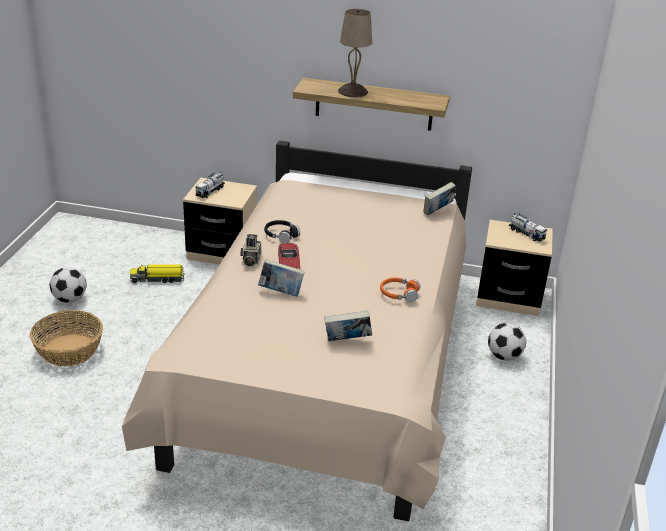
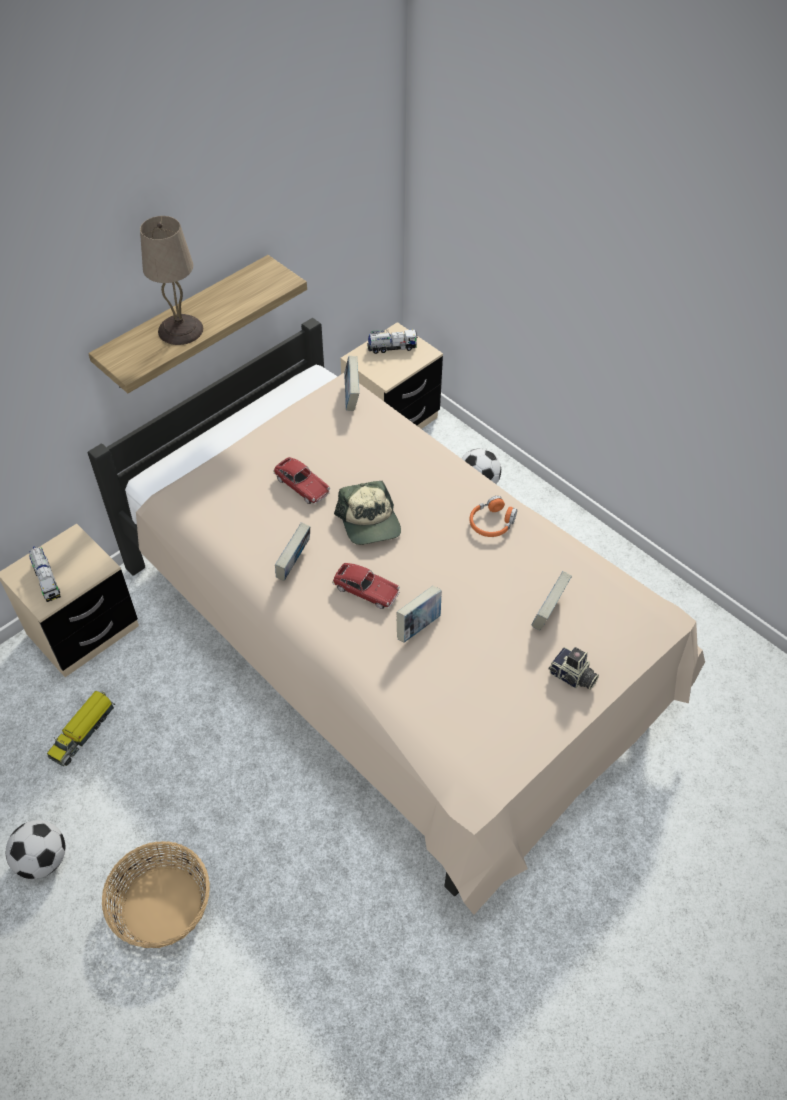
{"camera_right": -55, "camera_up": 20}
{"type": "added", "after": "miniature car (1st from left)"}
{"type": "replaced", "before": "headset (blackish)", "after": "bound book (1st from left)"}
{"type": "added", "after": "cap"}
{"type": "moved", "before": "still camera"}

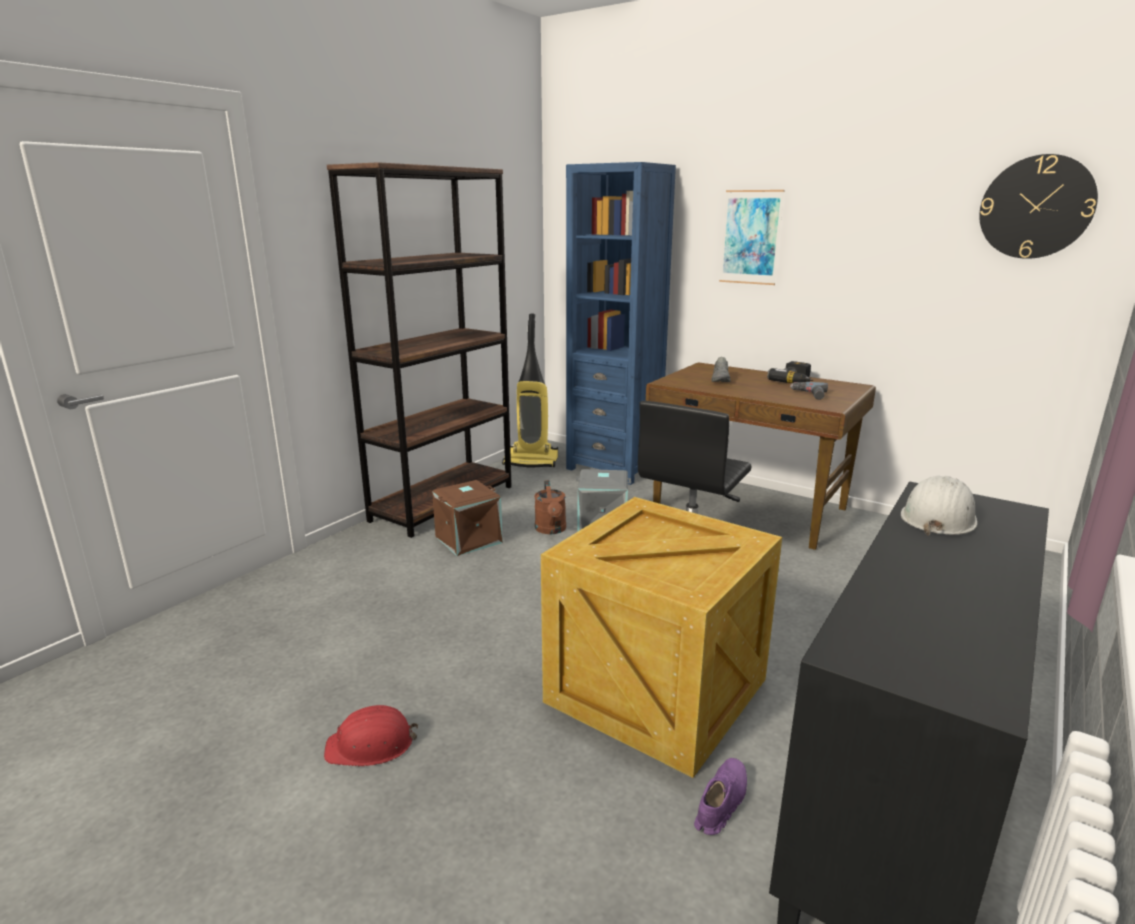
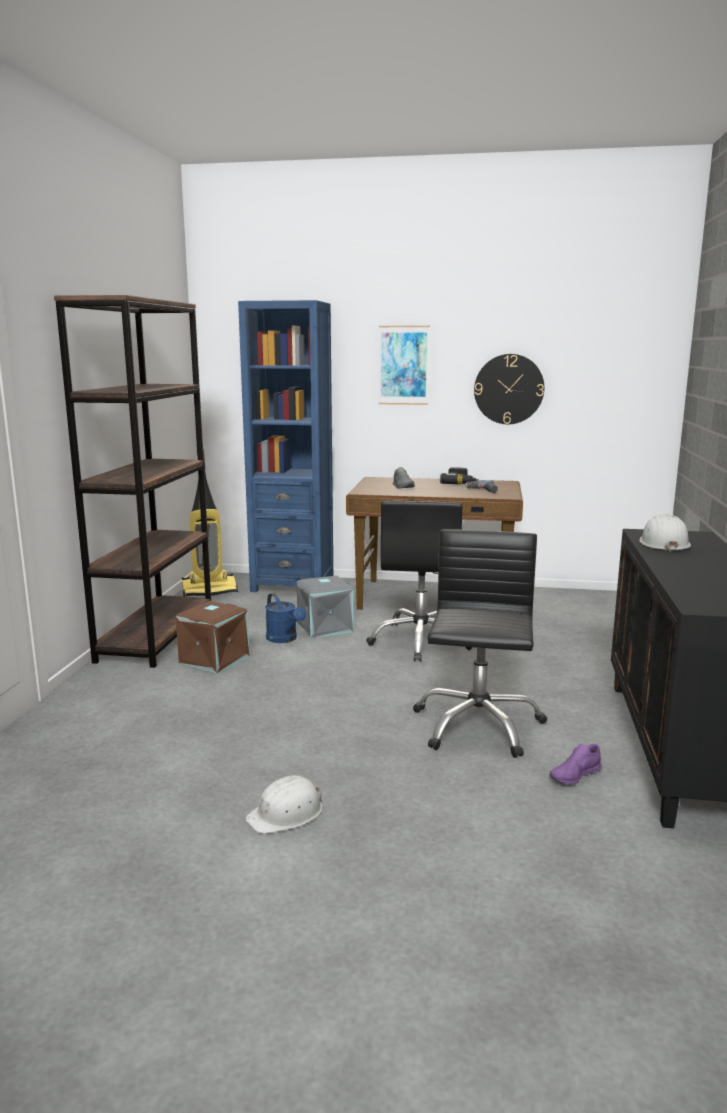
{"camera_right": -25, "camera_up": -5}
{"type": "recoloured", "before": "safety helmet (reddish)", "after": "safety helmet (white) (1st from left)"}
{"type": "recoloured", "before": "watering pot (brown-coloured)", "after": "watering pot (blue-coloured)"}
{"type": "replaced", "before": "packing crate", "after": "office chair (blackish) (2nd from left)"}
{"type": "moved", "before": "hanging clock"}
{"type": "turned", "before": "low shoe (purple)", "turn": -135}

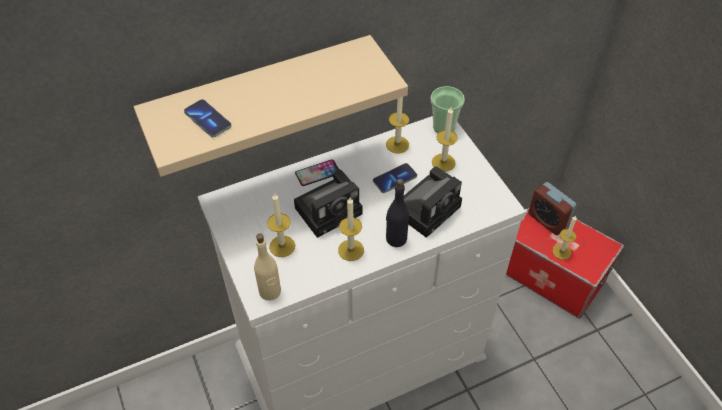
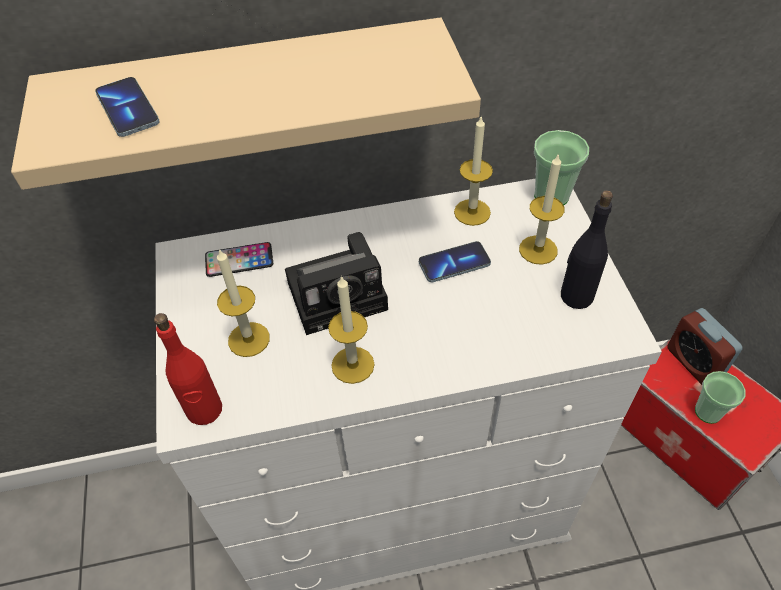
{"camera_right": 15, "camera_up": 0}
{"type": "recoloured", "before": "drink bottle (beige)", "after": "drink bottle (reddish)"}
{"type": "moved", "before": "handset (2nd from left)"}
{"type": "moved", "before": "drink bottle (blackish)"}
{"type": "replaced", "before": "wax light (5th from left)", "after": "drinking cup (2nd from left)"}
{"type": "removed", "before": "still camera (2nd from left)"}

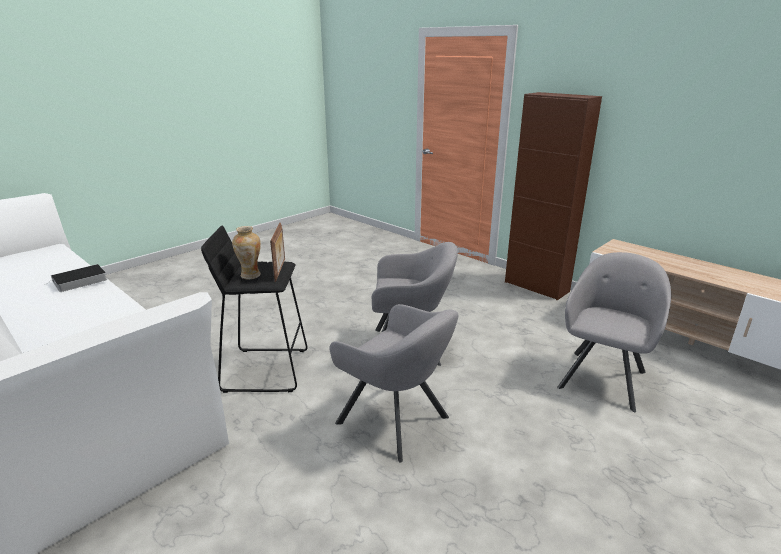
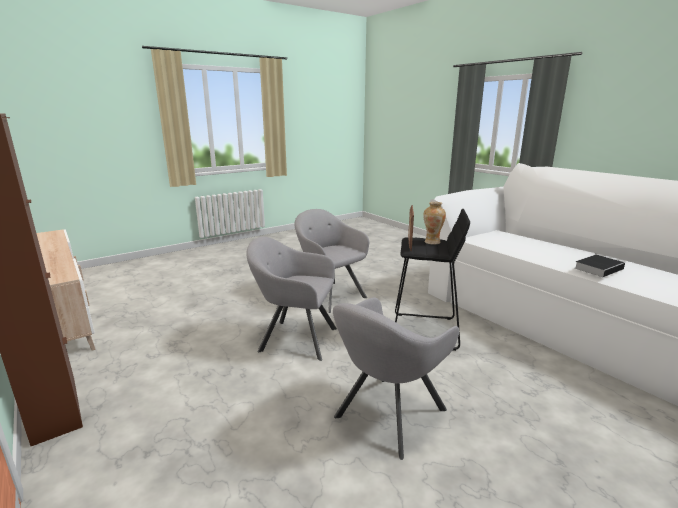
{"camera_right": -170, "camera_up": -5}
{"type": "moved", "before": "easy chair (grey) (3rd from left)"}

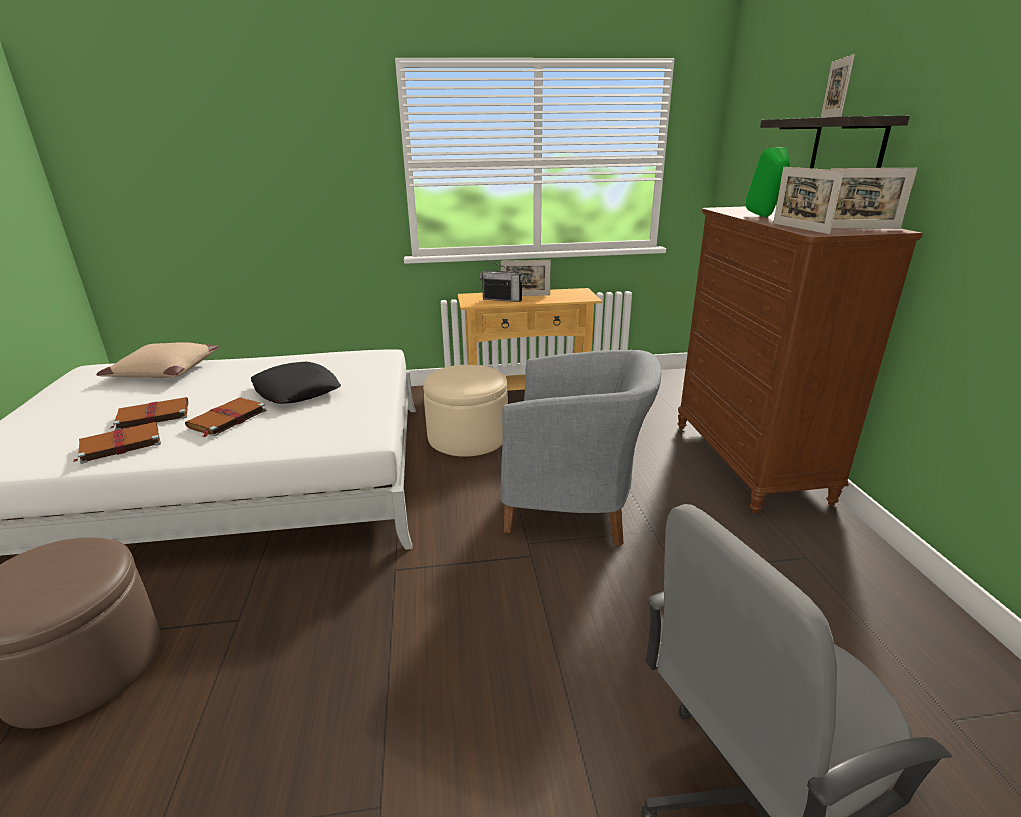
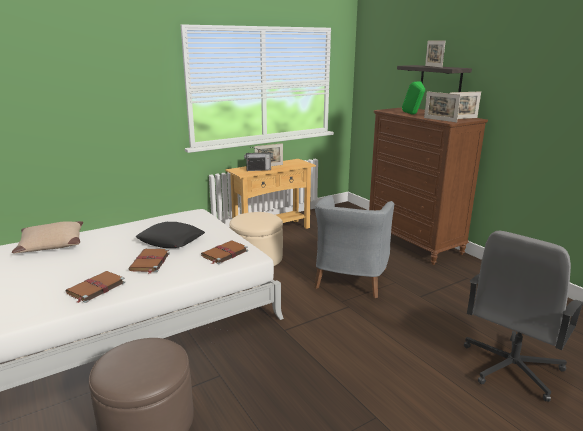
{"camera_right": -25, "camera_up": -5}
{"type": "moved", "before": "bound book (brown-coloured) (2nd from left in the first image)", "after": "bound book (brown-coloured) (3rd from left)"}
{"type": "turned", "before": "easy chair (grey)", "turn": 120}

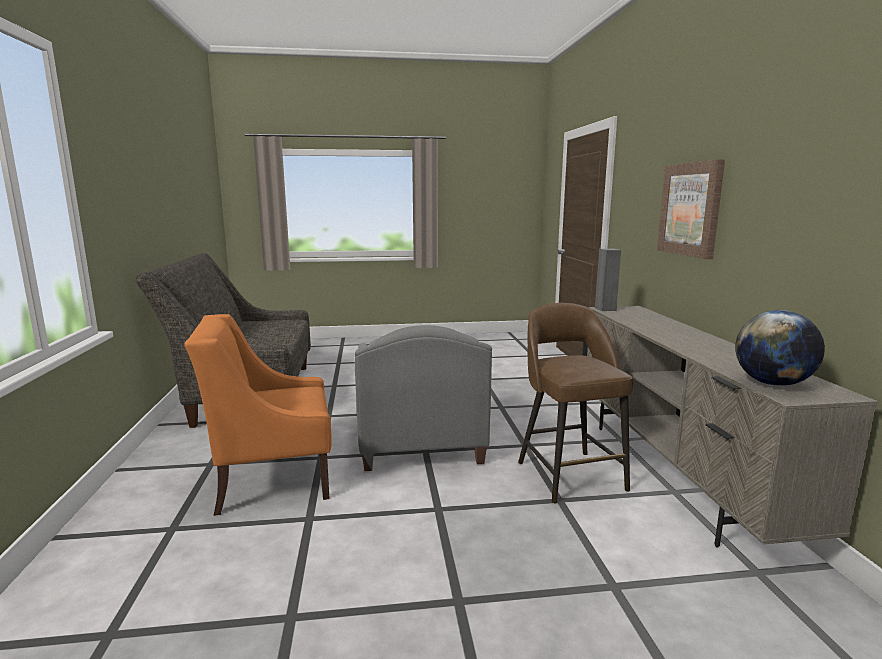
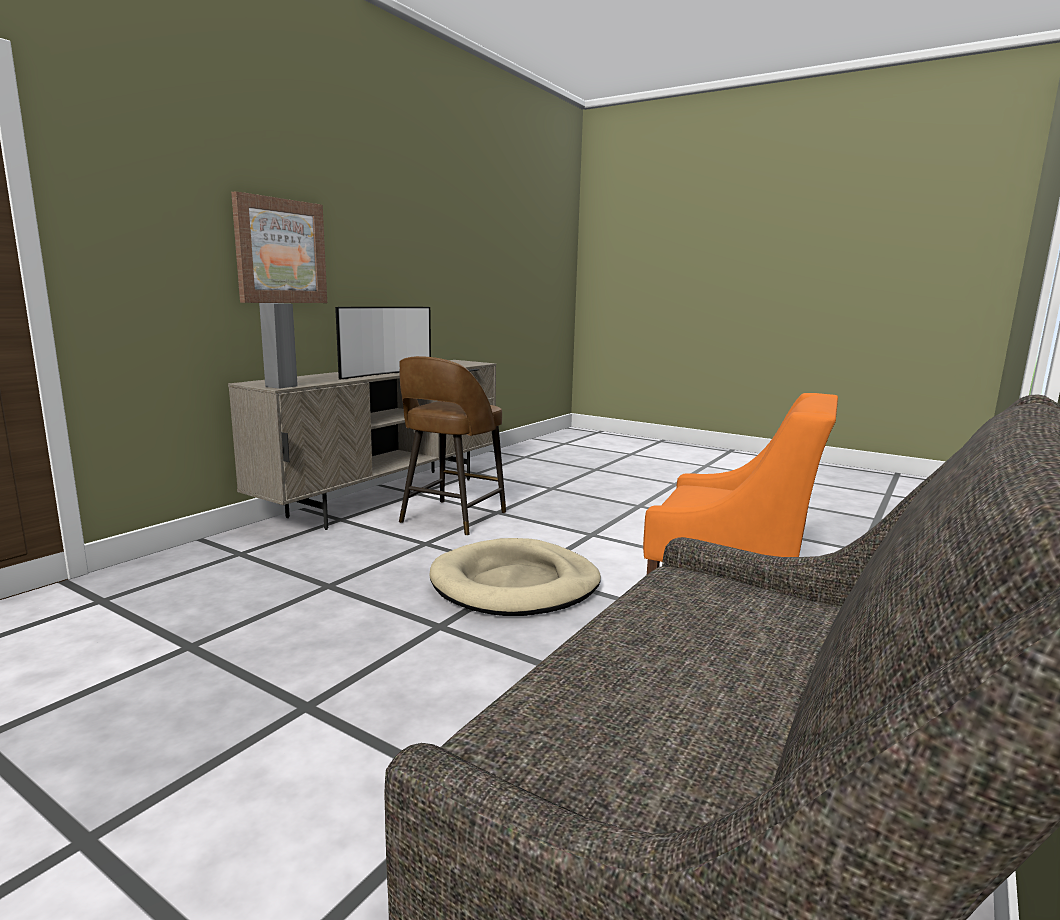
{"camera_right": -140, "camera_up": 0}
{"type": "added", "after": "TV set"}
{"type": "replaced", "before": "easy chair (grey)", "after": "pet bed (beige)"}
{"type": "removed", "before": "desk globe"}

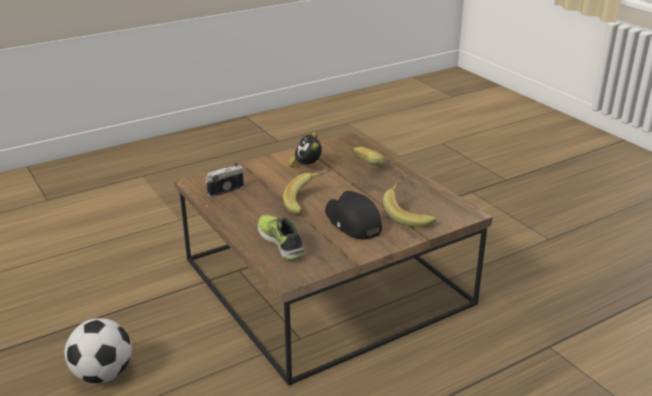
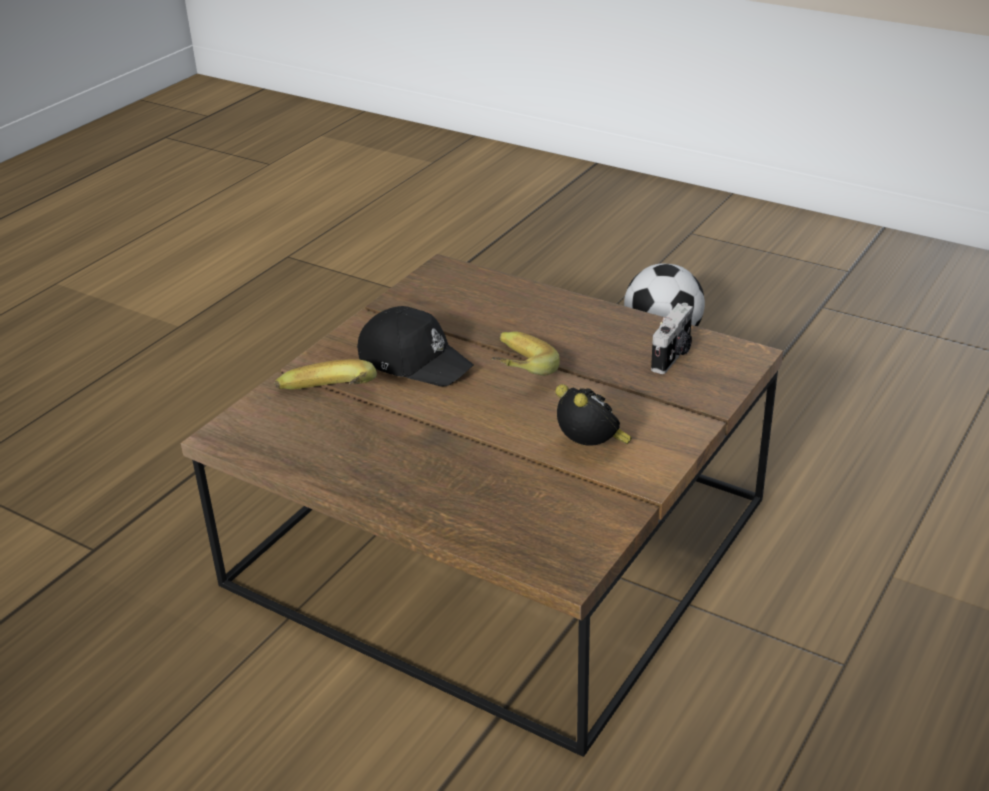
{"camera_right": 155, "camera_up": 5}
{"type": "removed", "before": "low shoe"}
{"type": "removed", "before": "banana fruit (2nd from left)"}

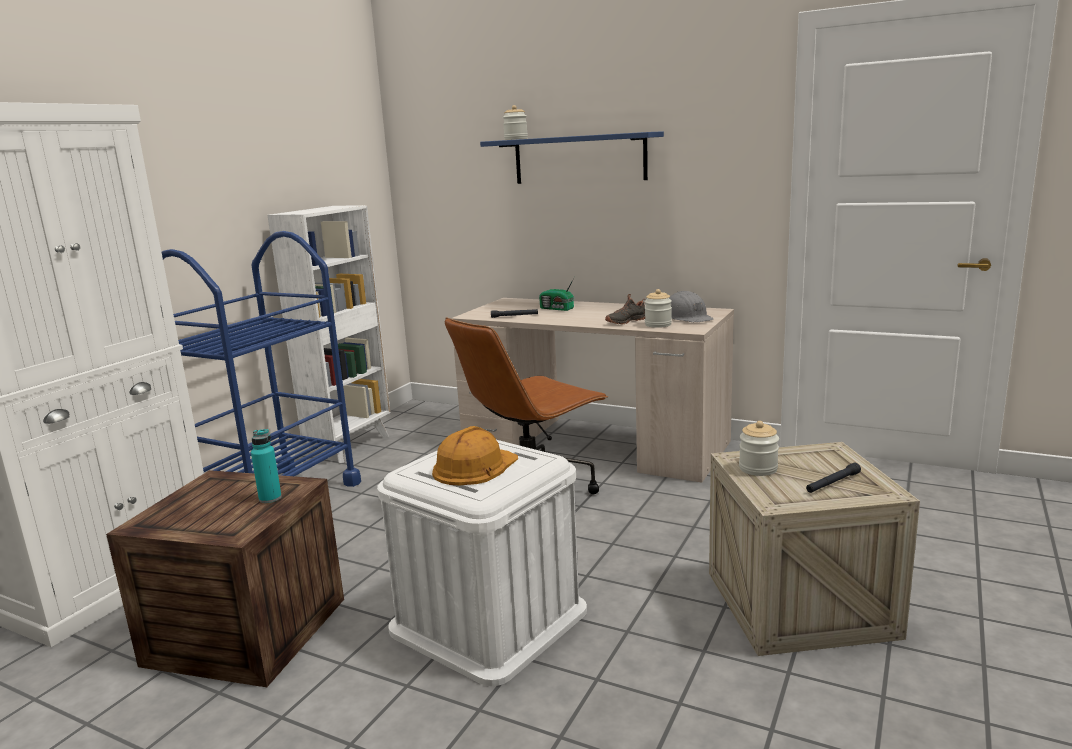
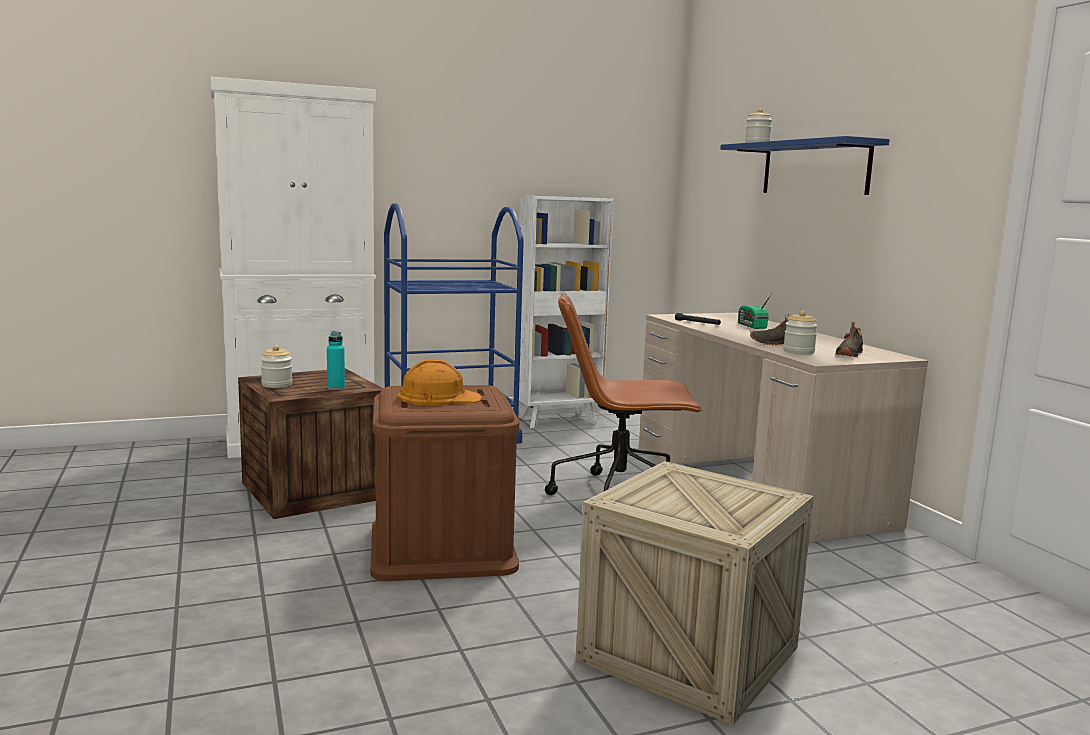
{"camera_right": 40, "camera_up": -5}
{"type": "moved", "before": "preserve jar (3rd from left in the first image)", "after": "preserve jar (1st from left)"}
{"type": "recoloured", "before": "storage container (white)", "after": "storage container (brown-coloured)"}
{"type": "replaced", "before": "safety helmet (grey)", "after": "low shoe (blackish) (2nd from left)"}
{"type": "removed", "before": "hand torch (blackish) (2nd from left)"}

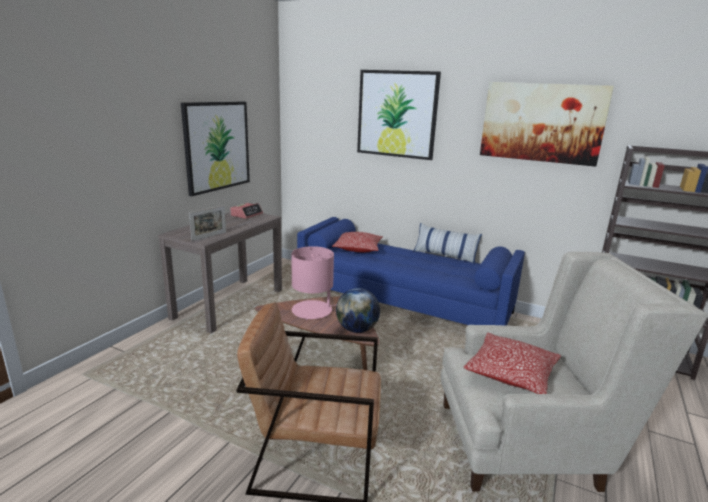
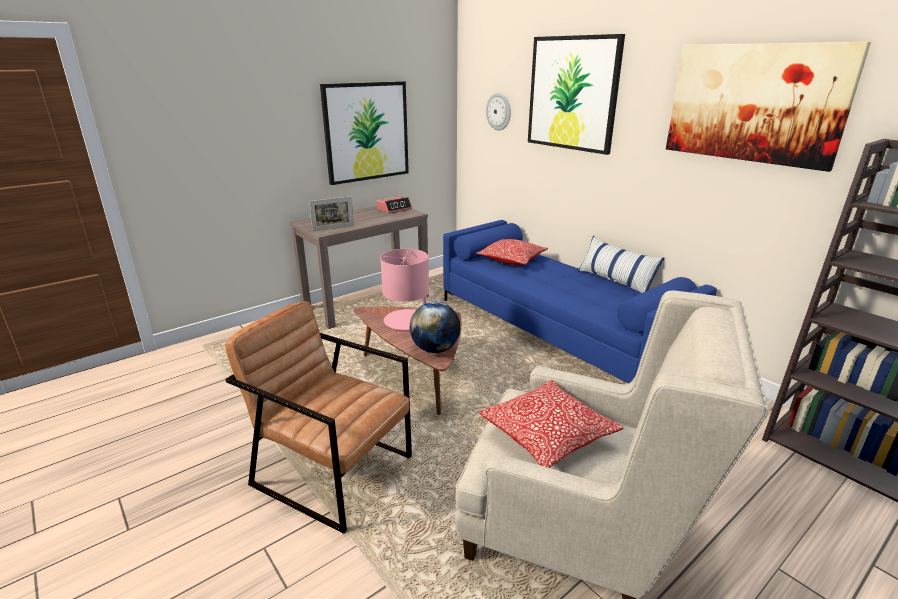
{"camera_right": 25, "camera_up": 5}
{"type": "added", "after": "hanging clock"}

